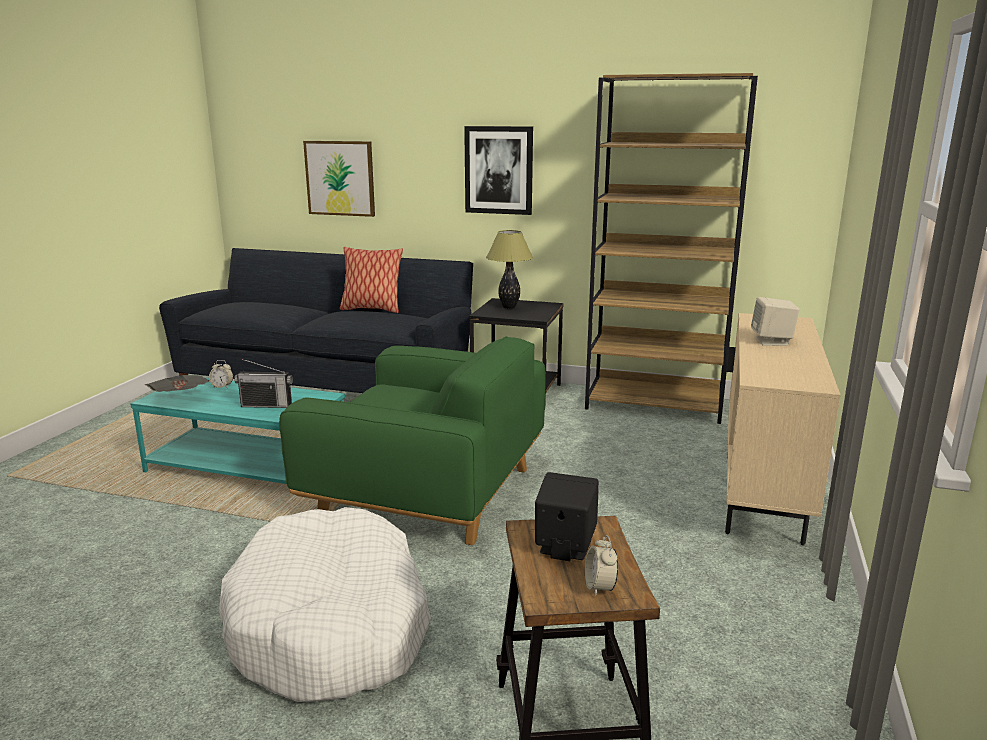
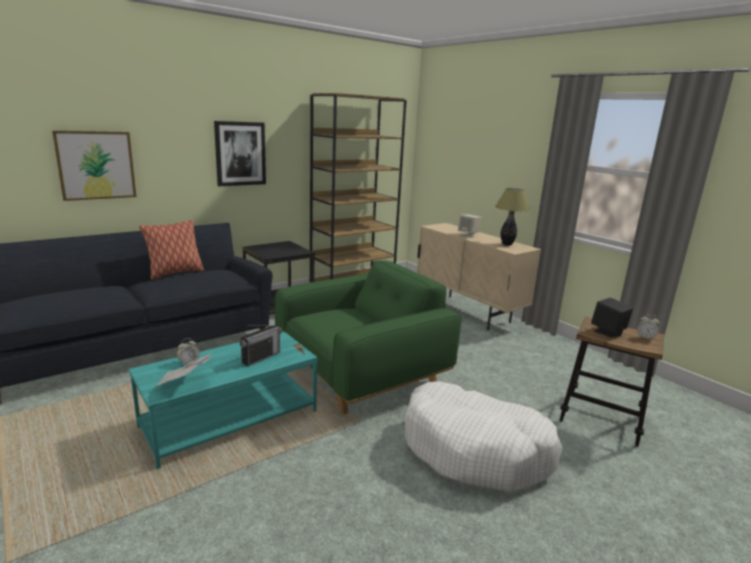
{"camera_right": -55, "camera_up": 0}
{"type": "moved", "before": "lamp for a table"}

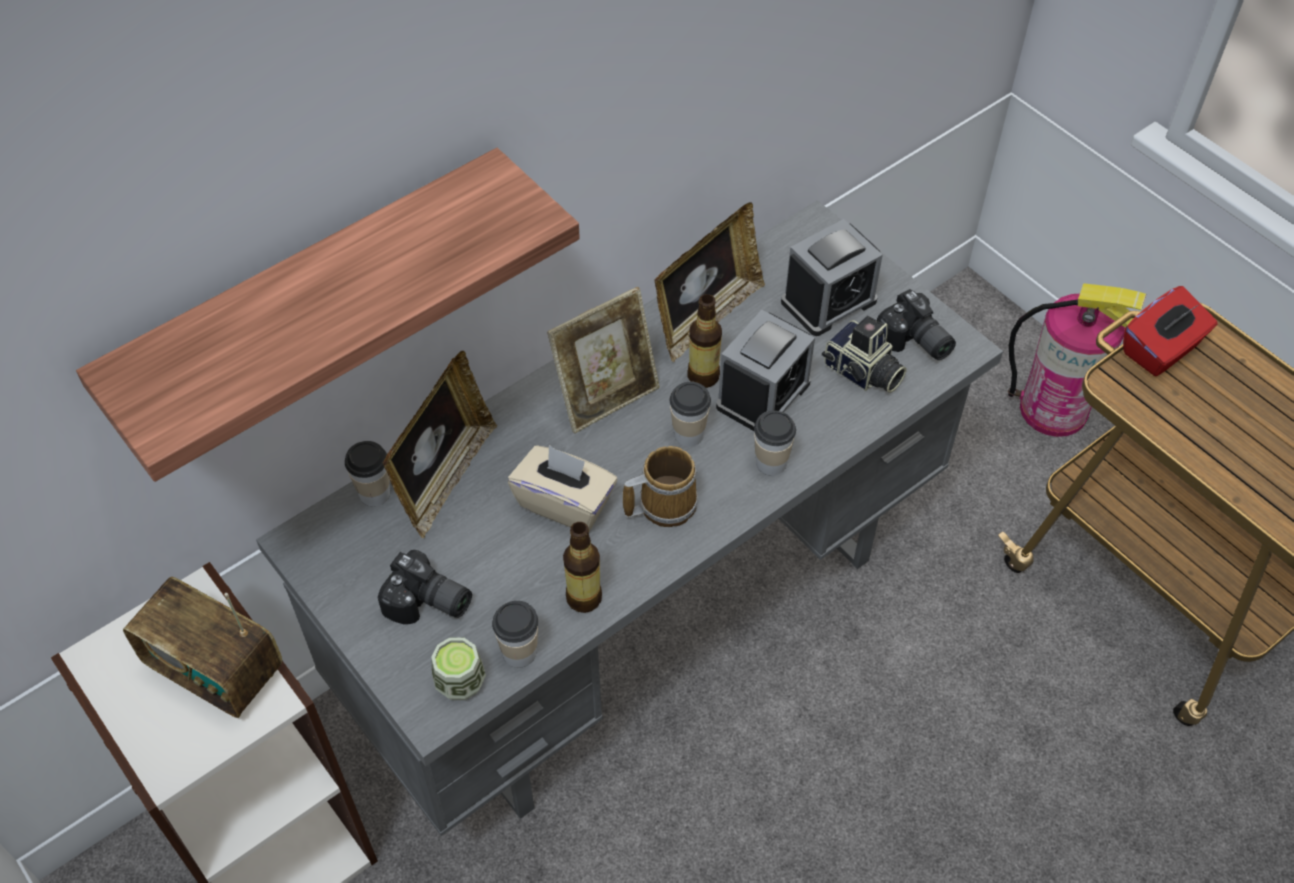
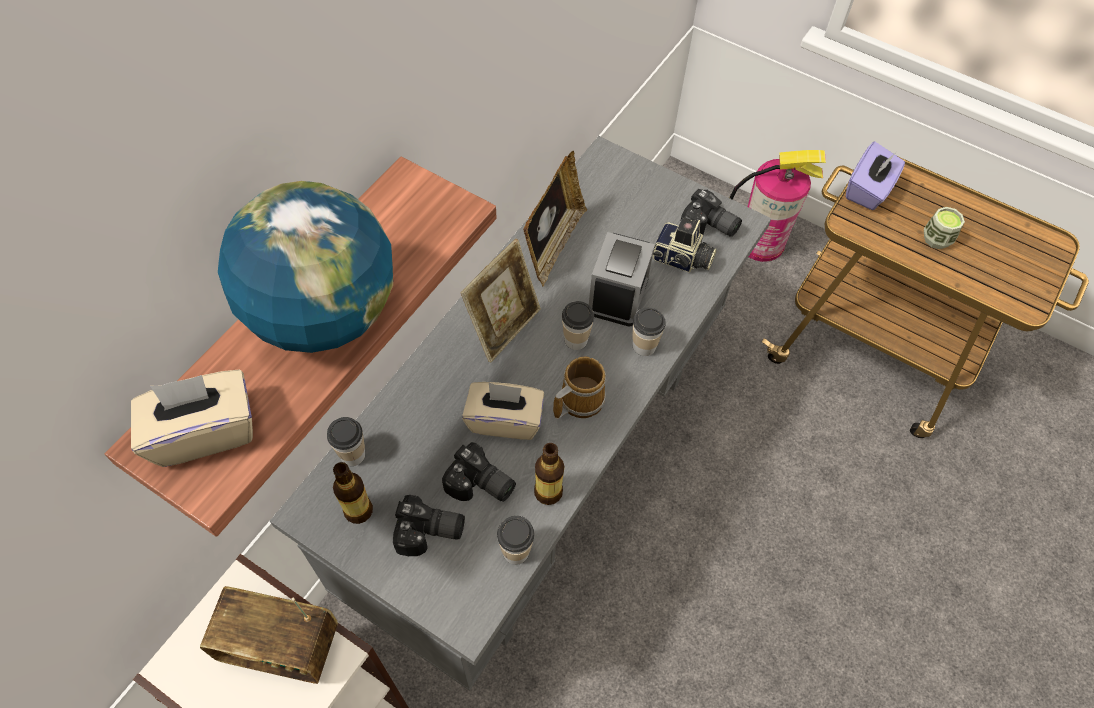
{"camera_right": -20, "camera_up": 5}
{"type": "added", "after": "box of tissues (beige) (1st from left)"}
{"type": "added", "after": "desk globe"}
{"type": "moved", "before": "drink bottle (2nd from left in the first image)", "after": "drink bottle (1st from left)"}
{"type": "added", "after": "still camera (2nd from left)"}
{"type": "recoloured", "before": "box of tissues (reddish)", "after": "box of tissues (purple)"}
{"type": "moved", "before": "drinking cup (2nd from left in the first image)", "after": "drinking cup (5th from left)"}
{"type": "removed", "before": "photo frame (1st from left)"}
{"type": "removed", "before": "bedside clock (2nd from left)"}

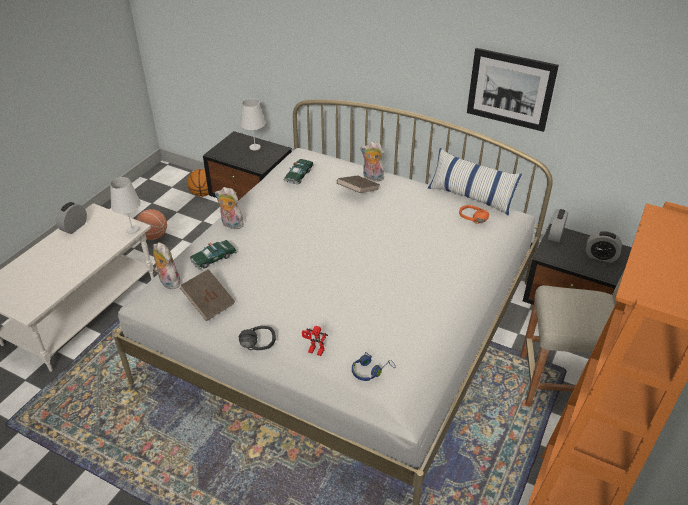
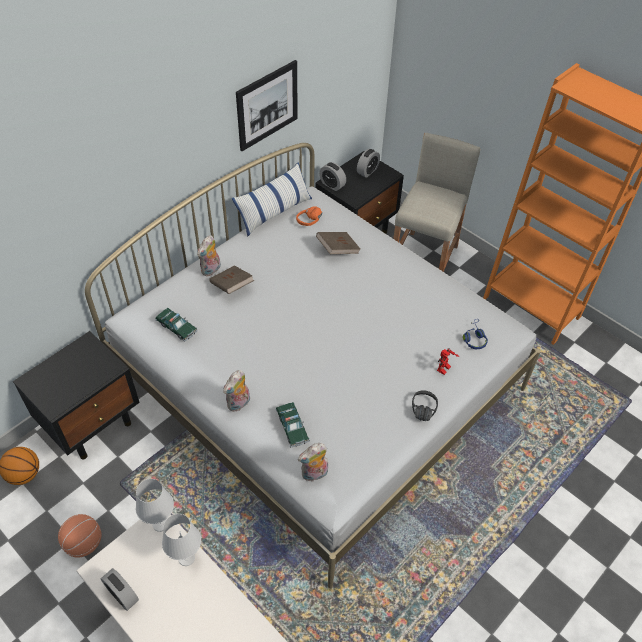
{"camera_right": -75, "camera_up": 10}
{"type": "moved", "before": "lamp for a table (white) (2nd from left)"}
{"type": "moved", "before": "bound book (brown-coloured) (1st from left in the first image)", "after": "bound book (brown-coloured) (2nd from left)"}

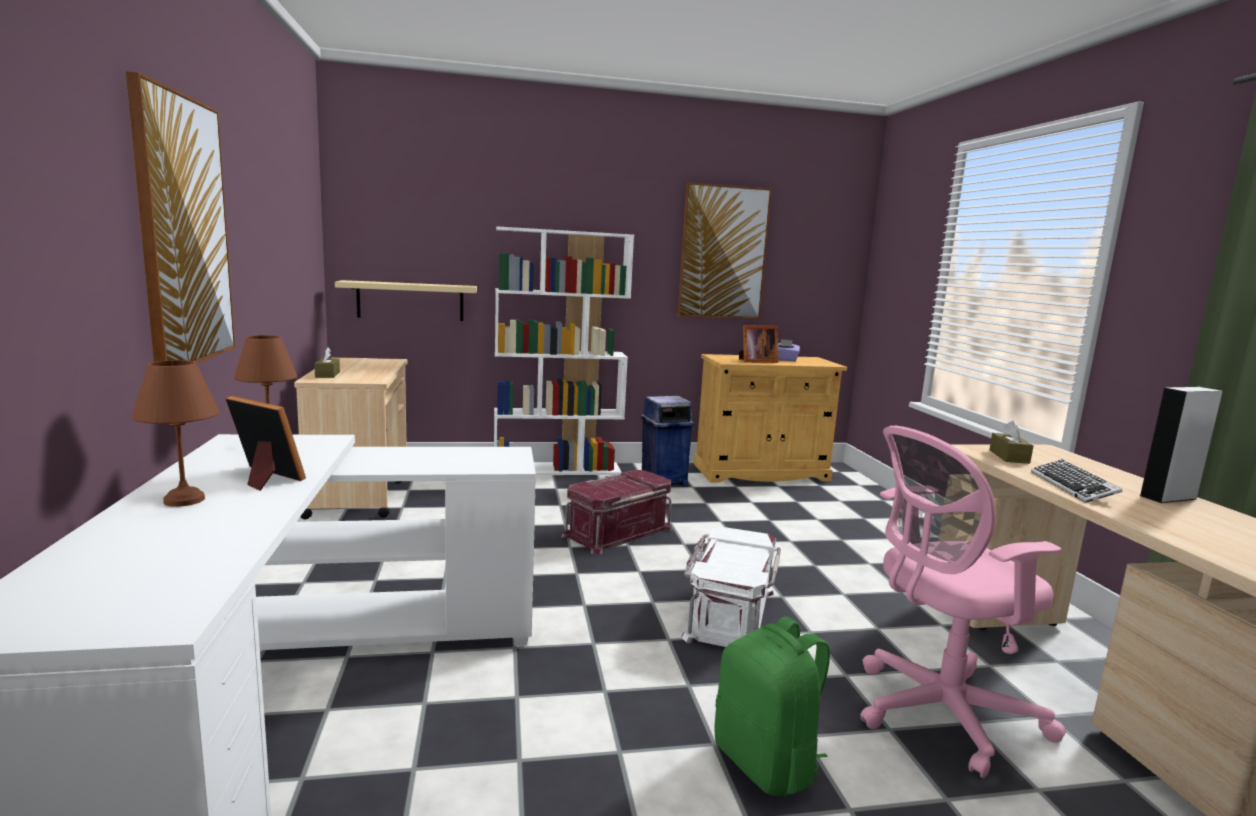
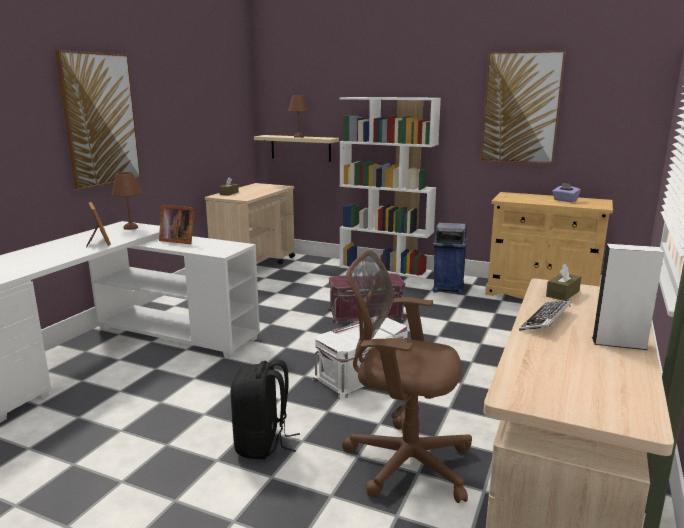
{"camera_right": 35, "camera_up": 5}
{"type": "moved", "before": "photo frame (2nd from left)"}
{"type": "recoloured", "before": "backpack (green-coloured)", "after": "backpack (blackish)"}
{"type": "moved", "before": "lamp for a table (brown-coloured) (1st from left in the first image)", "after": "lamp for a table (brown-coloured) (2nd from left)"}
{"type": "recoloured", "before": "office chair (pink)", "after": "office chair (brown-coloured)"}

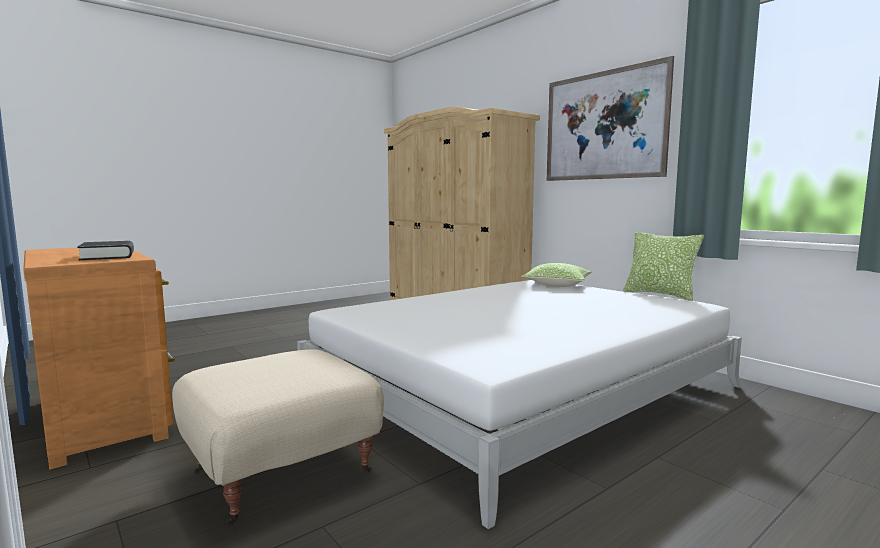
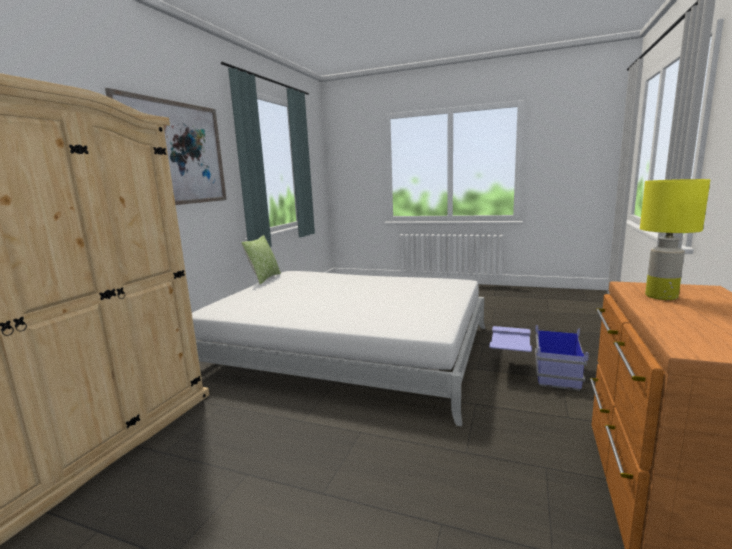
{"camera_right": -120, "camera_up": 5}
{"type": "replaced", "before": "footrest (beige)", "after": "storage container (blue-coloured)"}
{"type": "replaced", "before": "bound book (blackish)", "after": "lamp for a table (yellow-coloured)"}
{"type": "removed", "before": "pillow (1st from left)"}

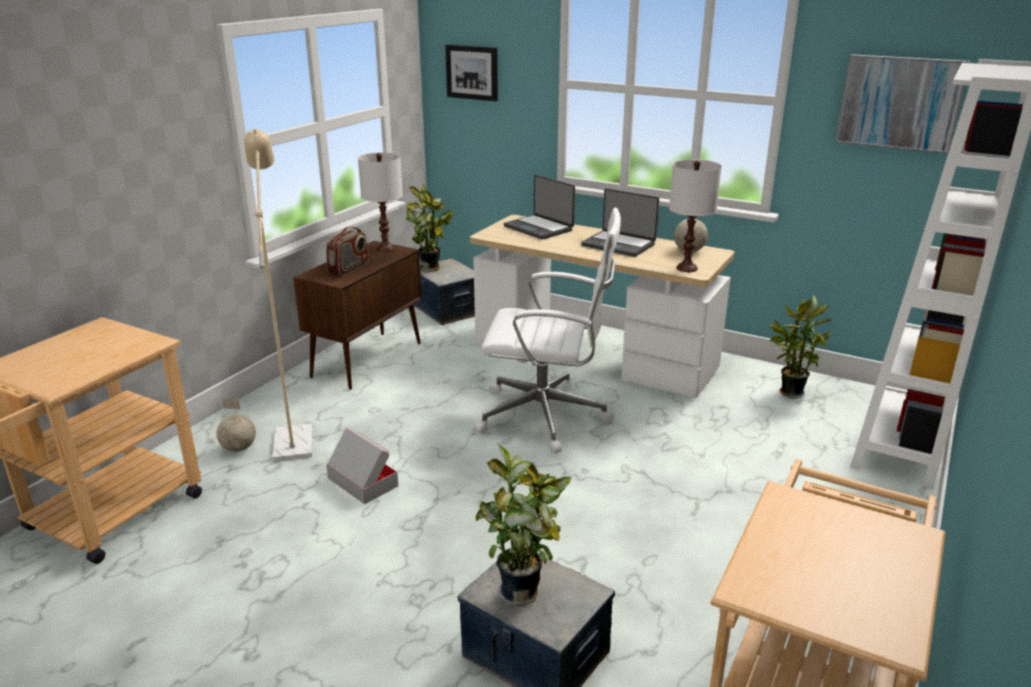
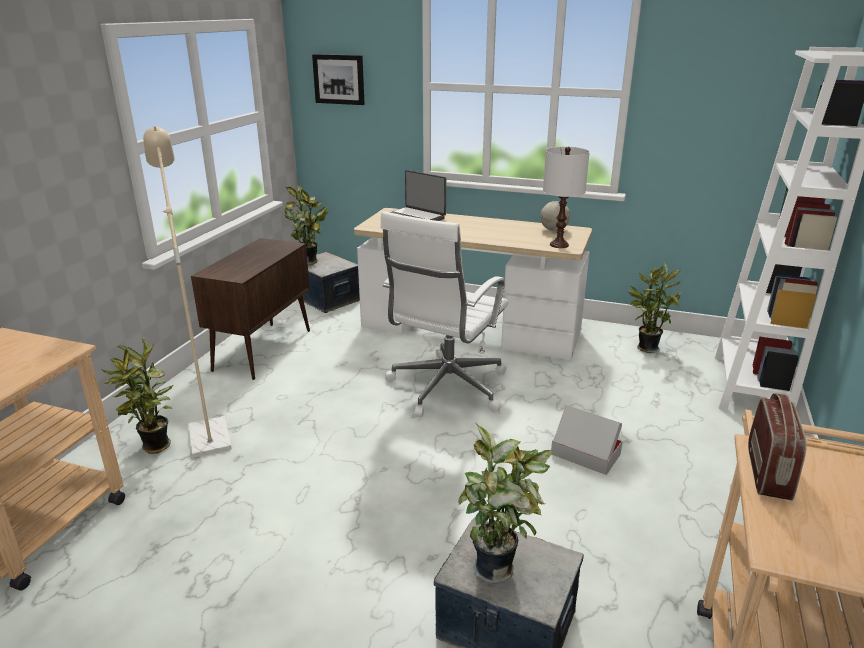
{"camera_right": -10, "camera_up": 0}
{"type": "replaced", "before": "desk globe (1st from left)", "after": "plant in a pot (1st from left)"}
{"type": "turned", "before": "office chair (white)", "turn": 120}
{"type": "moved", "before": "packing box"}
{"type": "moved", "before": "radio"}
{"type": "removed", "before": "lamp for a table (white) (1st from left)"}
{"type": "removed", "before": "notebook computer (2nd from left)"}
{"type": "removed", "before": "wall art (2nd from left)"}

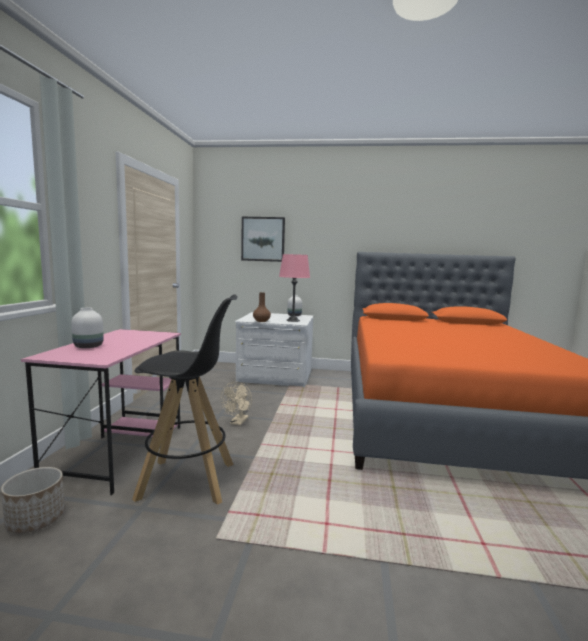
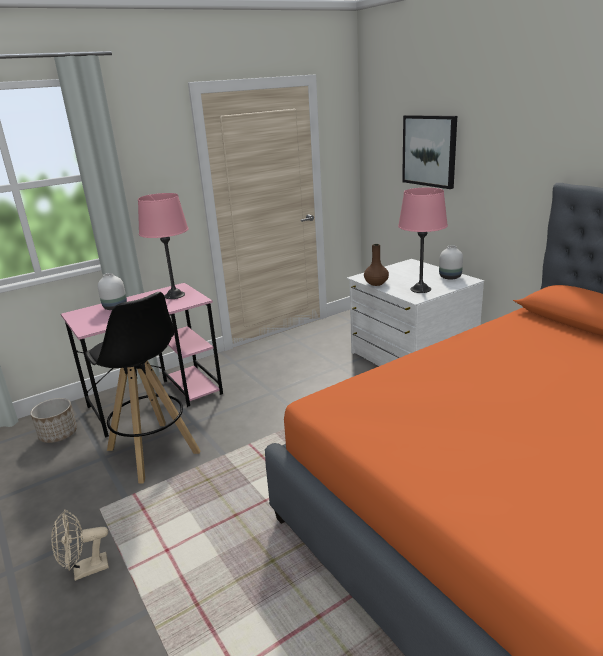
{"camera_right": 50, "camera_up": 15}
{"type": "moved", "before": "fan (beige)"}
{"type": "added", "after": "lamp for a table (pink) (1st from left)"}

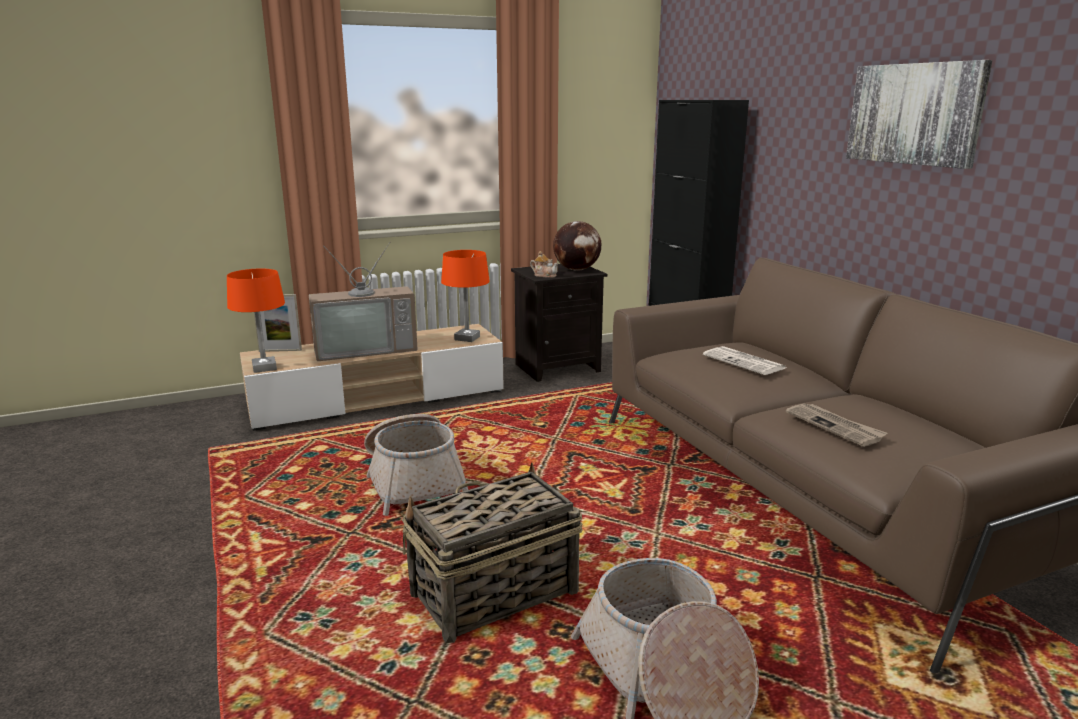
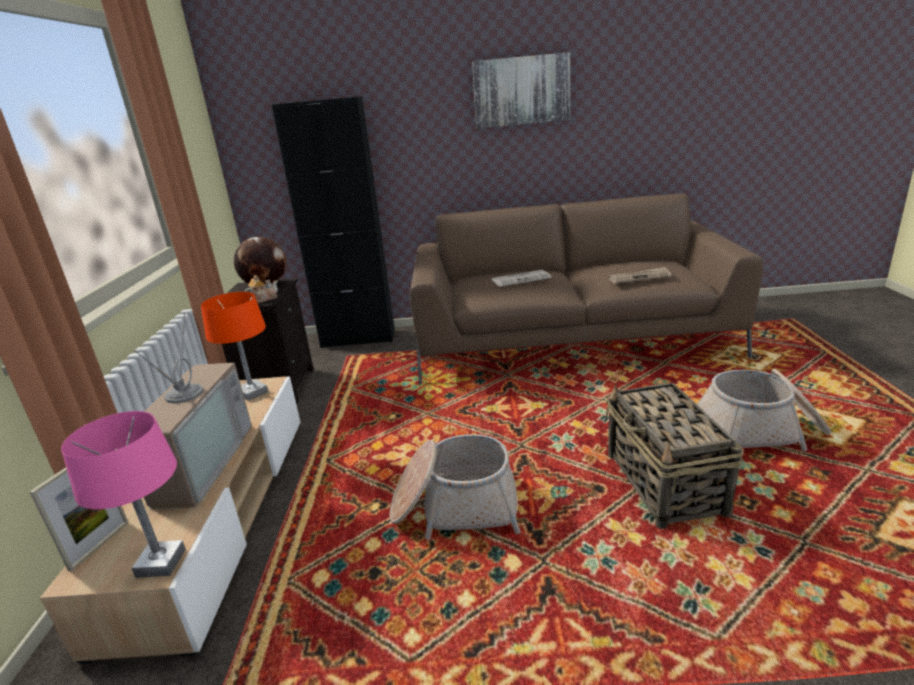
{"camera_right": -65, "camera_up": 5}
{"type": "recoloured", "before": "lamp for a table (orange) (1st from left)", "after": "lamp for a table (pink)"}

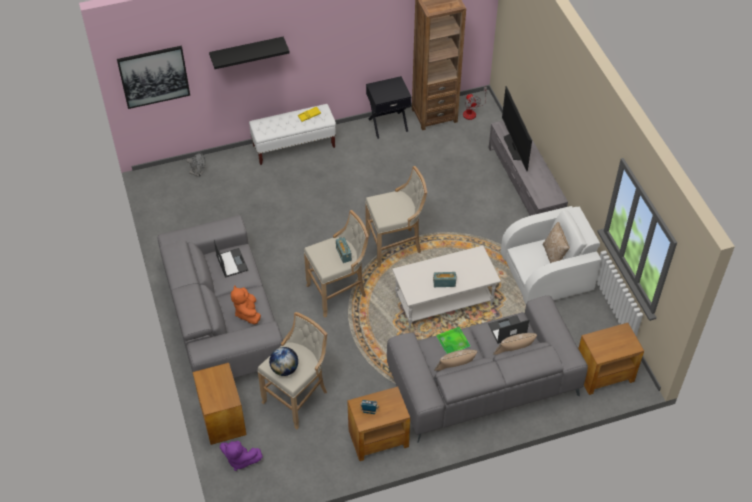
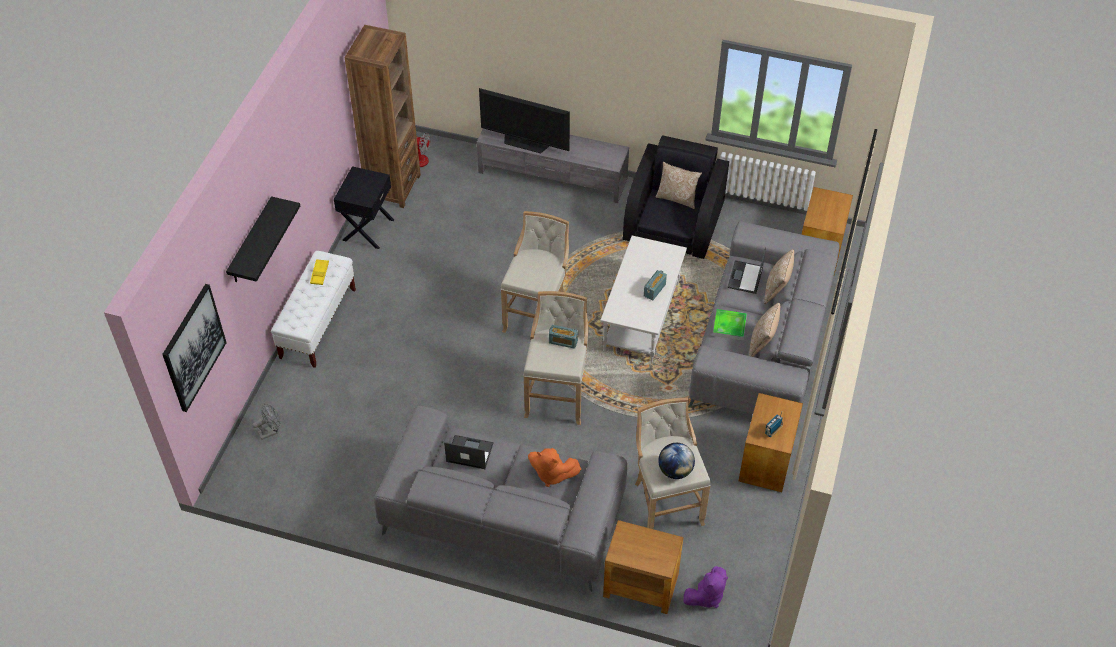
{"camera_right": -55, "camera_up": 0}
{"type": "recoloured", "before": "easy chair (white)", "after": "easy chair (blackish)"}

